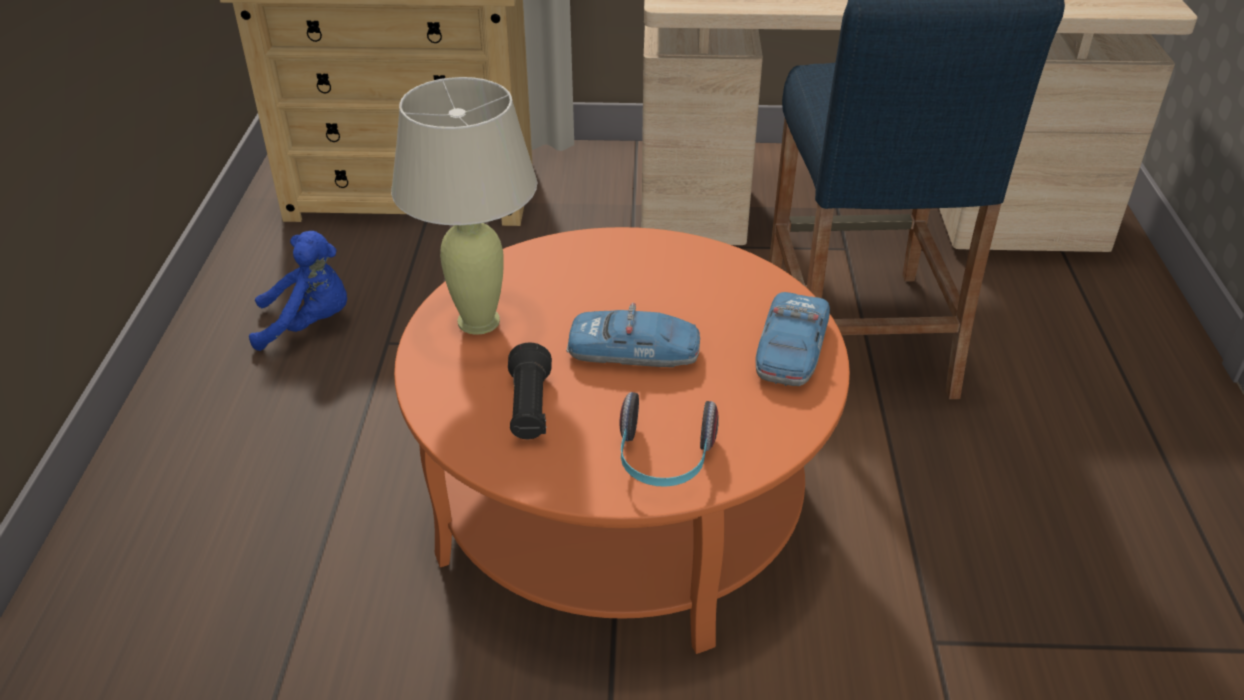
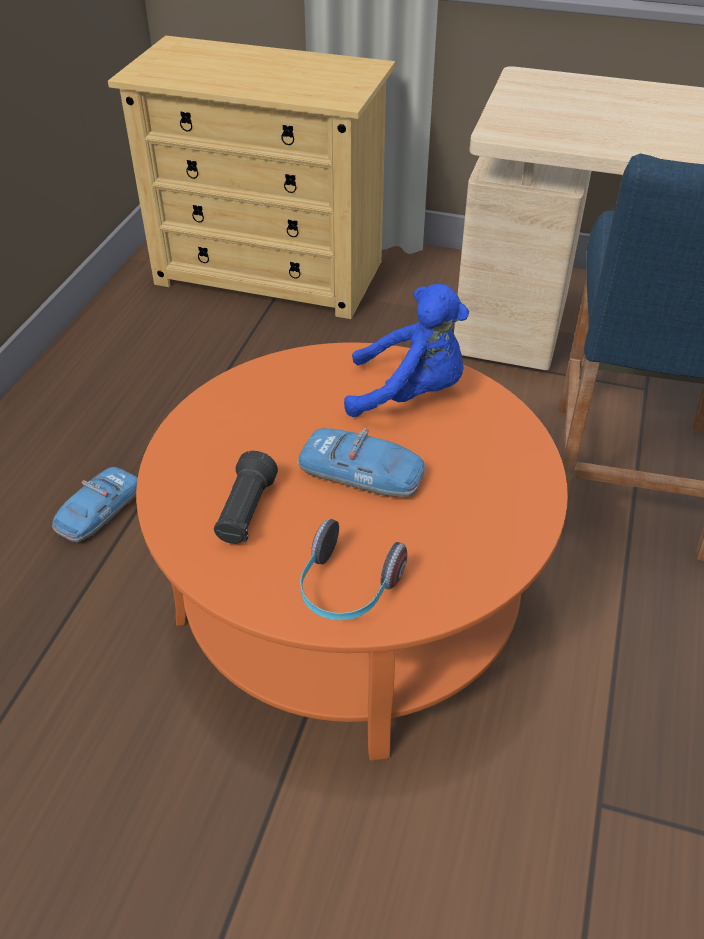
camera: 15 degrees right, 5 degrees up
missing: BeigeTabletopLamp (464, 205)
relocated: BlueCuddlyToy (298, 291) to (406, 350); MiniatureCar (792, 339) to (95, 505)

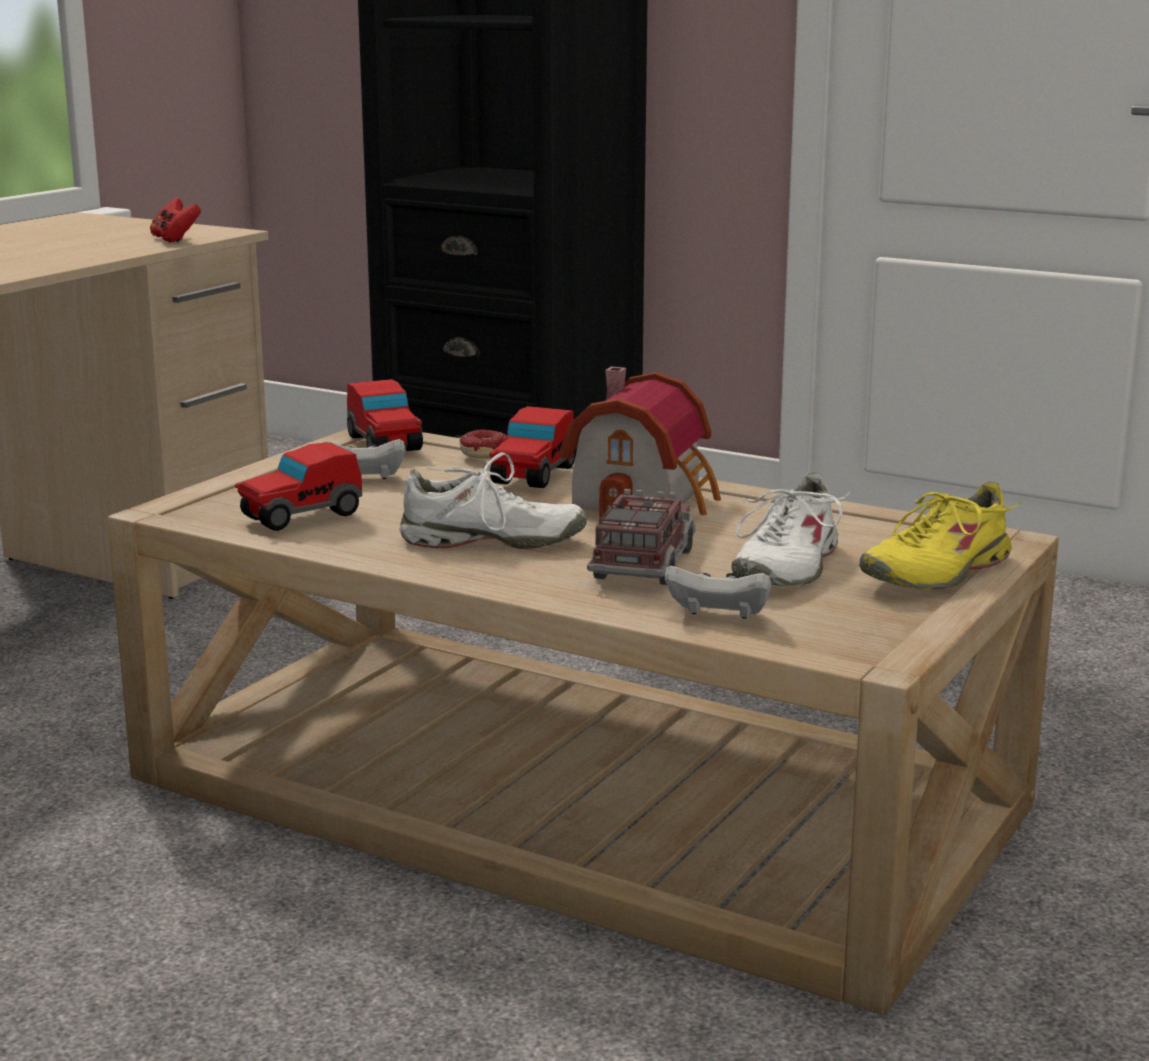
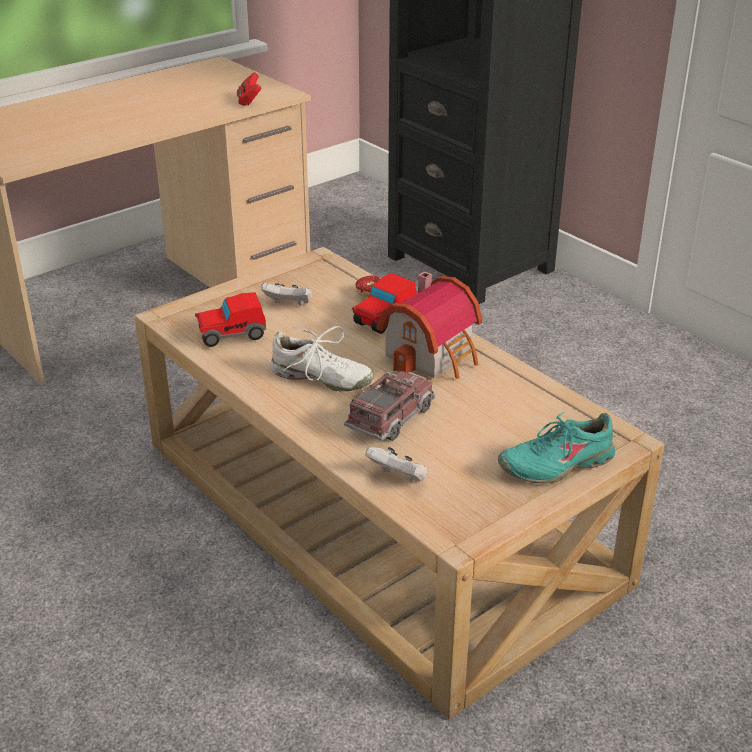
camera: 20 degrees right, 15 degrees up
missing: MiniatureCar (385, 415); WhitishItemOfFootwear (791, 529)
colour: YellowishItemOfFootwear (940, 535) to BlueGreenItemOfFootwear (556, 448)

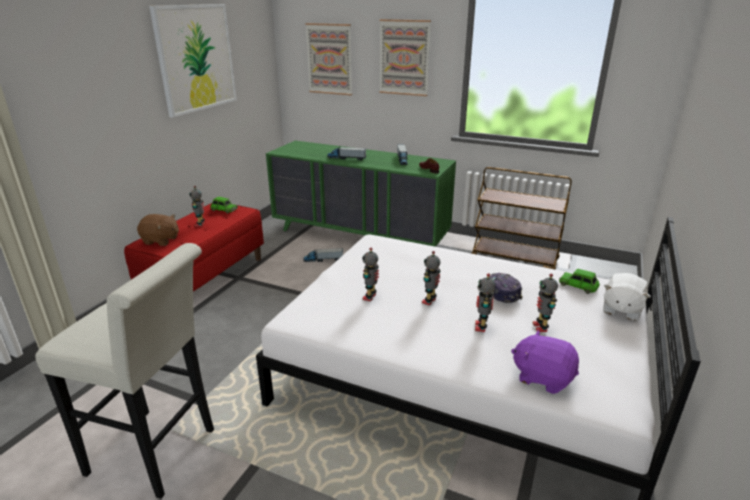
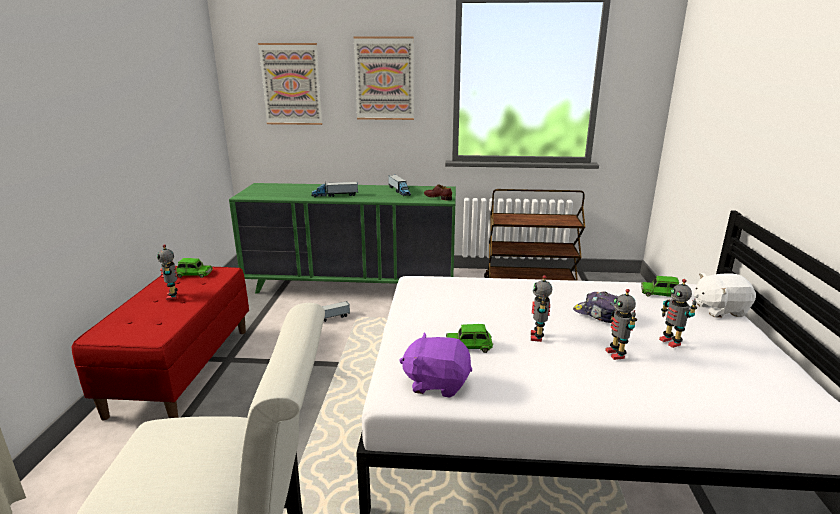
camera: 20 degrees left, 5 degrees down
missing: WallArt (193, 60); BrownishCuddlyToy (158, 230)
relocated: PurpleCuddlyToy (545, 362) to (435, 365)
exchanged: ToyRobot (370, 274) to GreenMiniatureCar (469, 338)
spun: WhitishCuddlyToy (627, 297) = (725, 295) 75 degrees clockwise

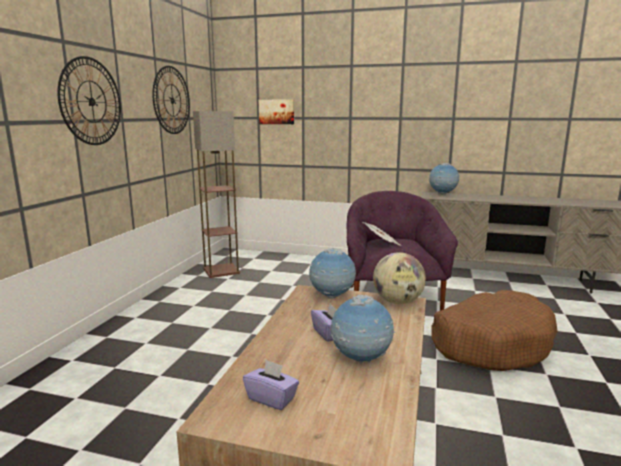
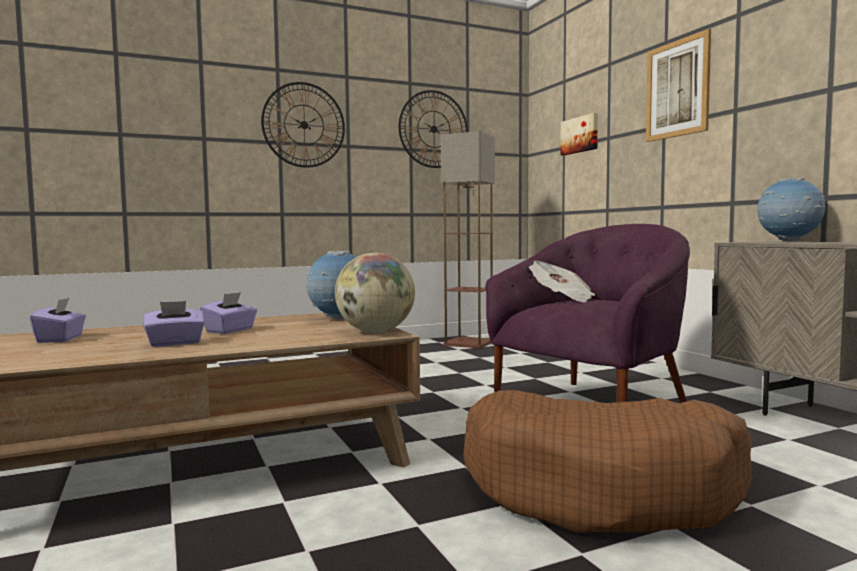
camera: 50 degrees right, 10 degrees down
appeared: WallArt (678, 85)
exchanged: WorldGlobe (363, 329) to PurpleBoxOfTissues (173, 324)

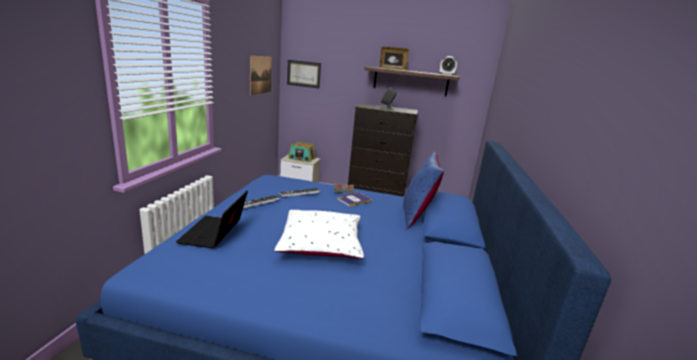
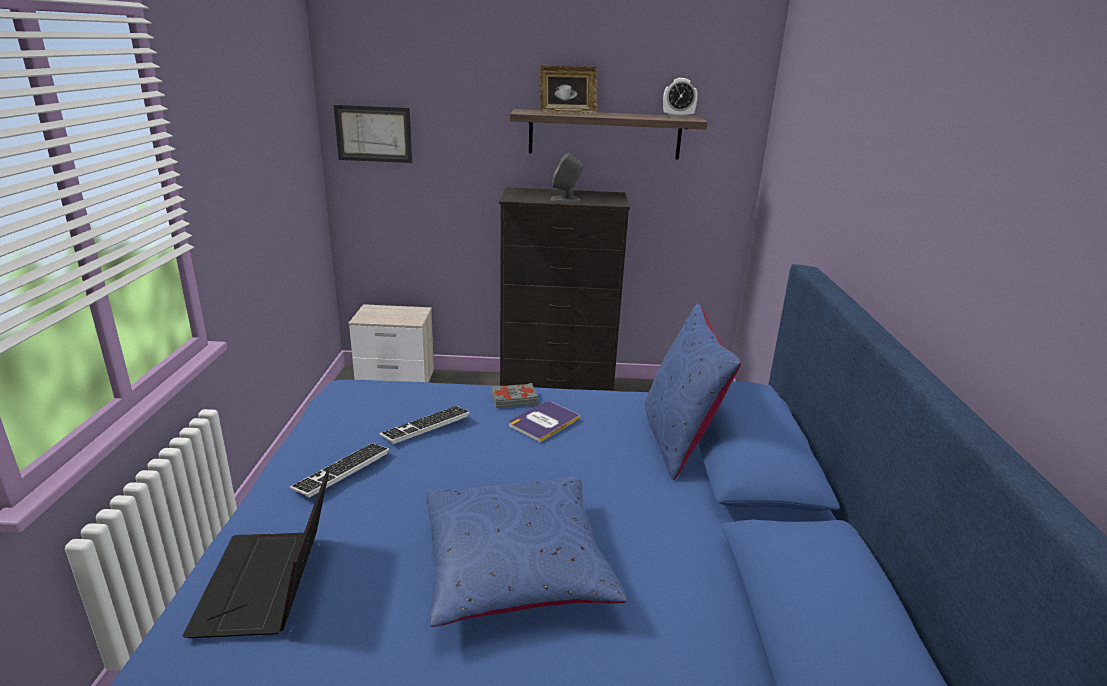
camera: 10 degrees left, 5 degrees up
missing: WallArt (260, 75); Radio (301, 152)
colour: WhitishThrowPillow (319, 234) to BlueThrowPillow (526, 552)

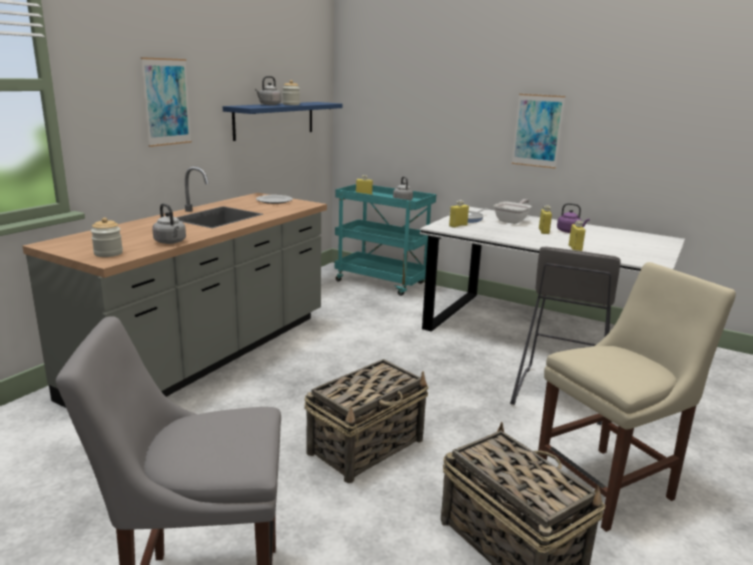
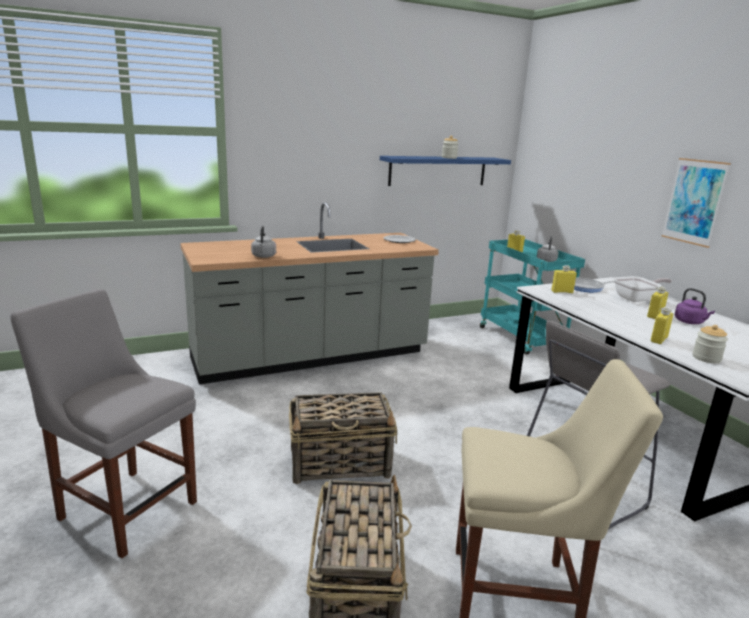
camera: 35 degrees right, 0 degrees up
missing: WallArt (166, 102); GreyishKettle (268, 90)
relocated: PreserveJar (107, 237) to (710, 344)

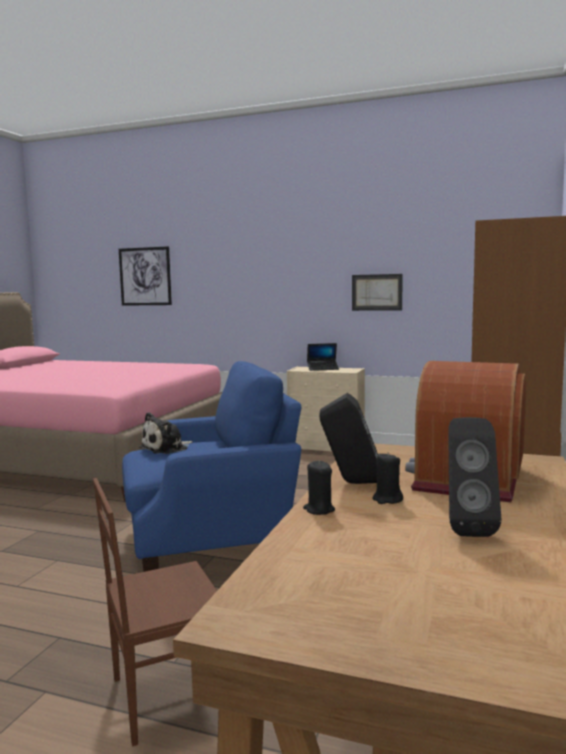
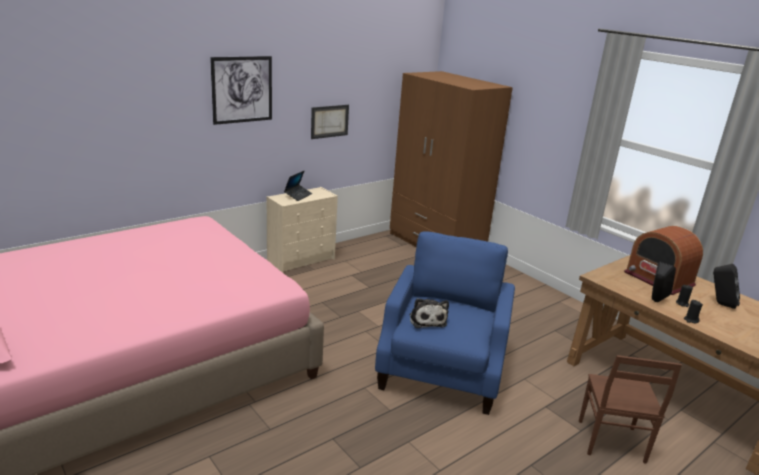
camera: 60 degrees left, 15 degrees up
relocated: WallArt (145, 276) to (241, 90)

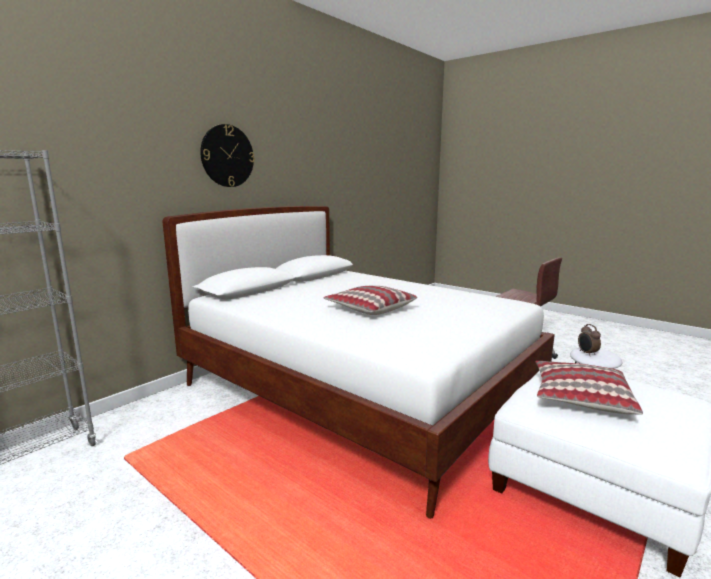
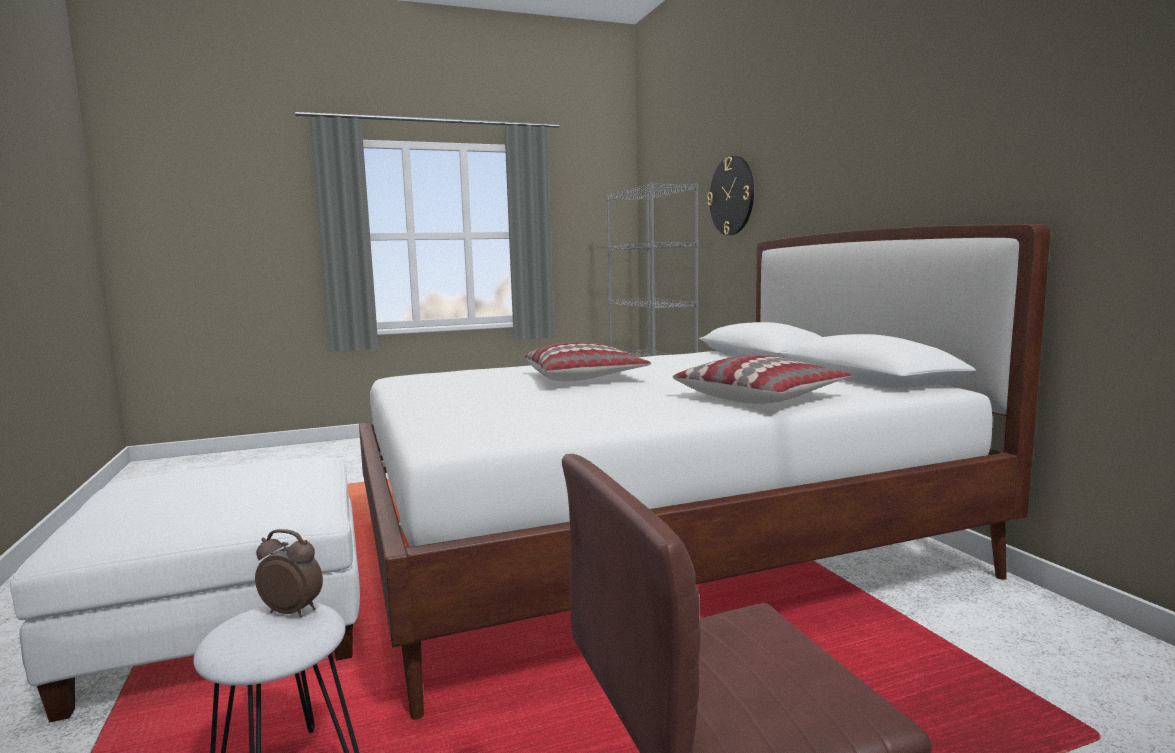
camera: 120 degrees right, 5 degrees down
relocated: WallClock (227, 155) to (730, 195); ThrowPillow (589, 388) to (762, 379)

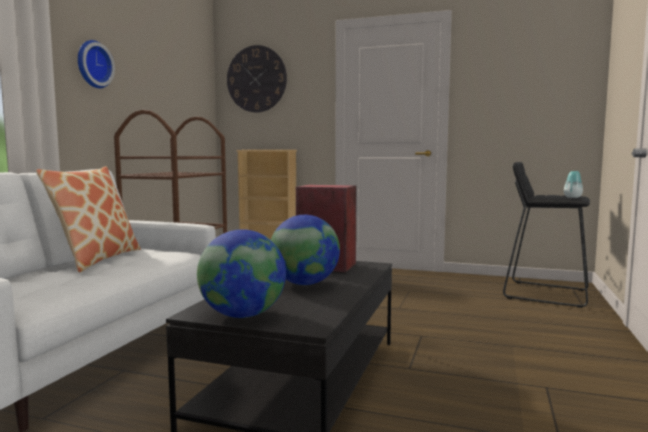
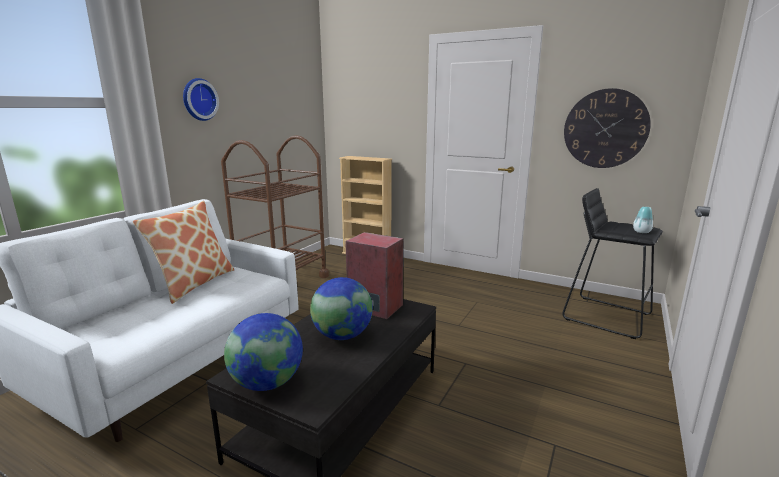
camera: 10 degrees right, 10 degrees up
relocated: WallClock (257, 78) to (607, 128)

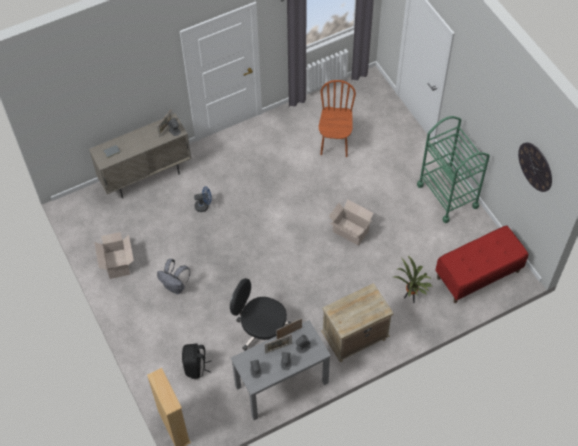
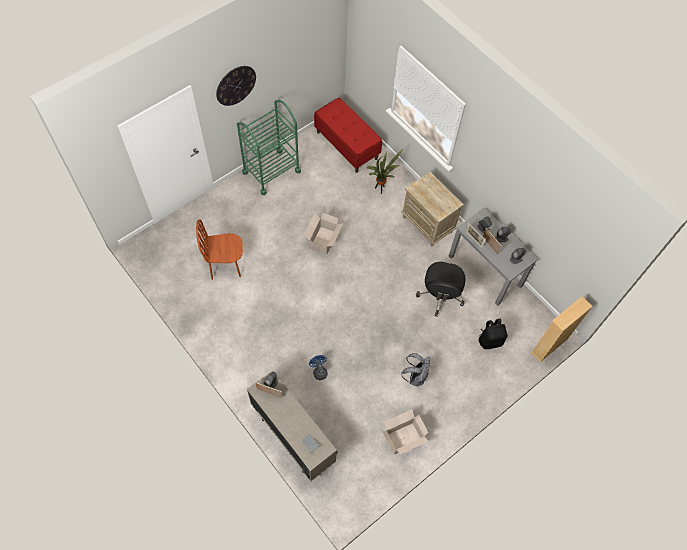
camera: 105 degrees left, 5 degrees up
relocated: WallClock (535, 167) to (236, 86)

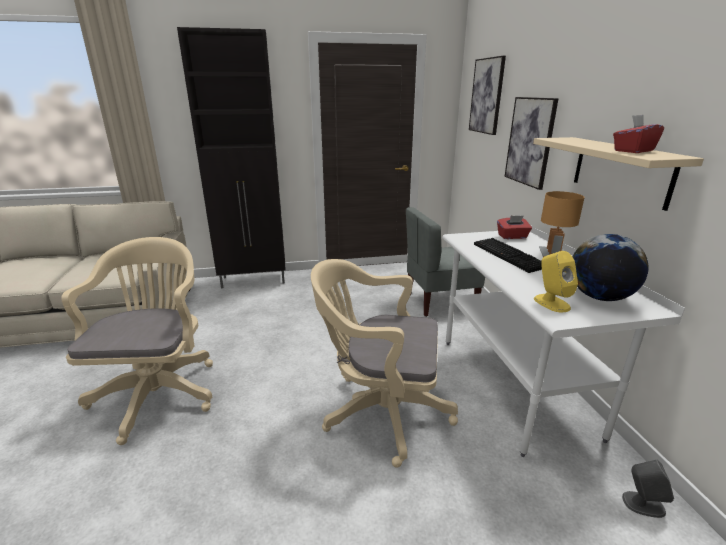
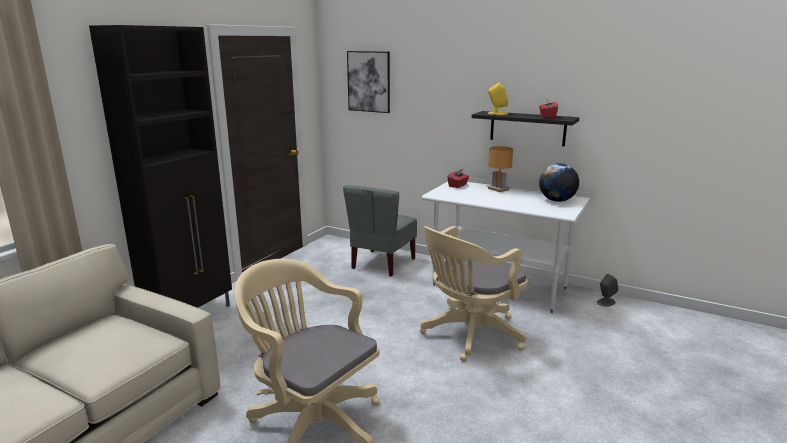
camera: 50 degrees left, 5 degrees down
missing: WallArt (531, 143); PcKeyboard (508, 255)
relocated: YellowishAudioSpeaker (556, 281) to (498, 99)
colour: BeigeWallShelf (618, 174) to BlackishWallShelf (525, 128)

